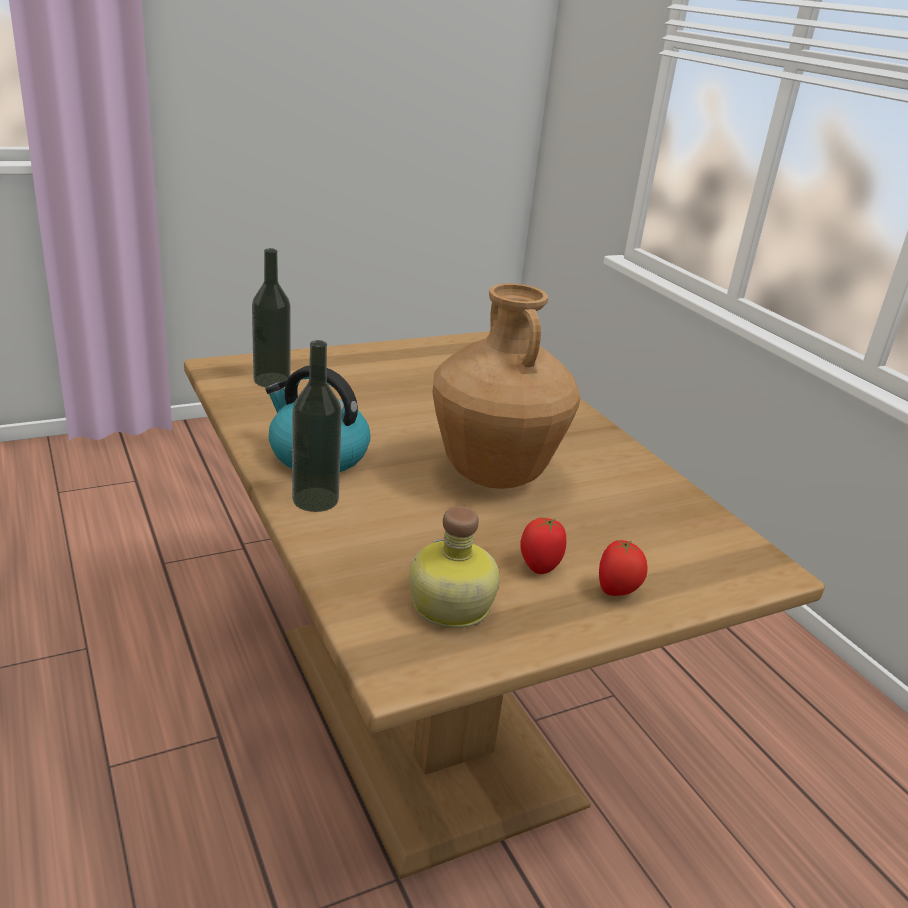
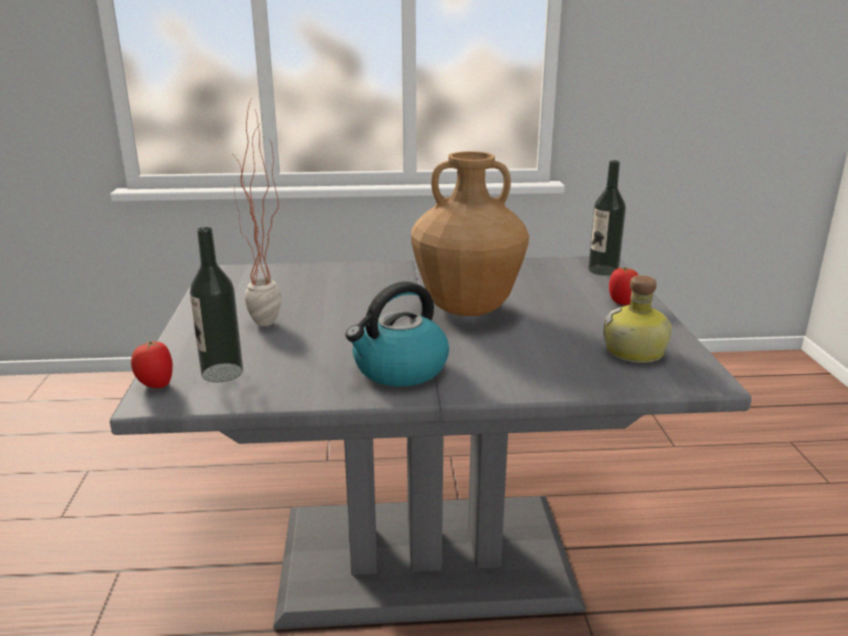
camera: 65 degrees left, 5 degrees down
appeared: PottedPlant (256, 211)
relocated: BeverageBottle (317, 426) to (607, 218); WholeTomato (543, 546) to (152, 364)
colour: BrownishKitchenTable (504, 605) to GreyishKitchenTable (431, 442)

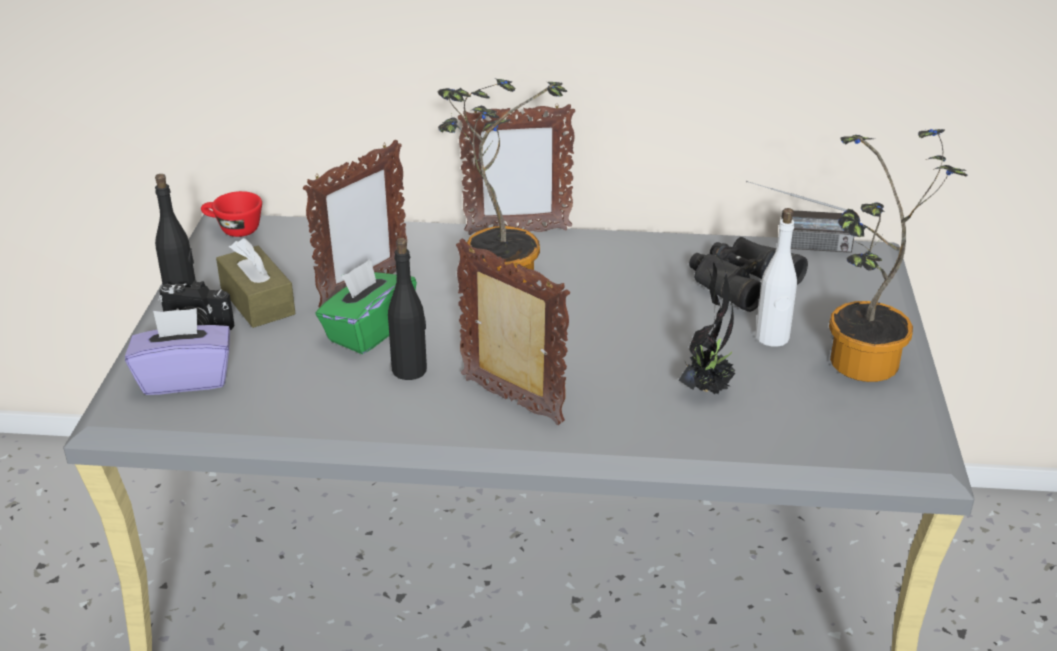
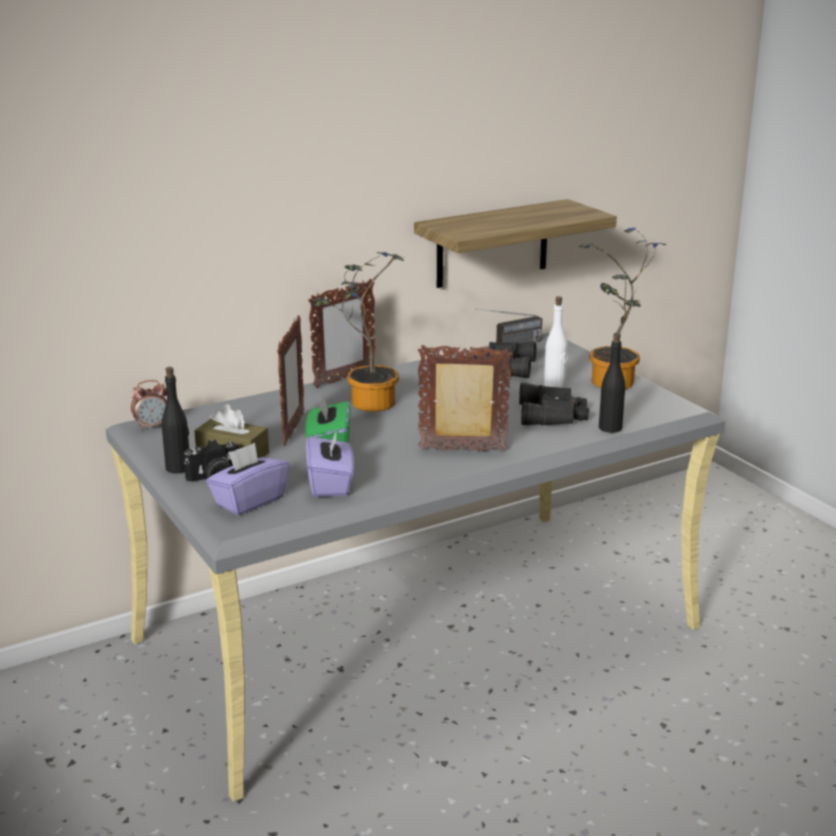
camera: 35 degrees left, 10 degrees down
appeared: WallShelf (515, 243); PurpleBoxOfTissues (330, 463)
relocated: BlackishBeverageBottle (407, 309) to (612, 383)
exchanged: RedCup (231, 214) to AlarmClock (149, 405); PottedPlant (707, 322) to BlackishPairOfBinoculars (554, 404)

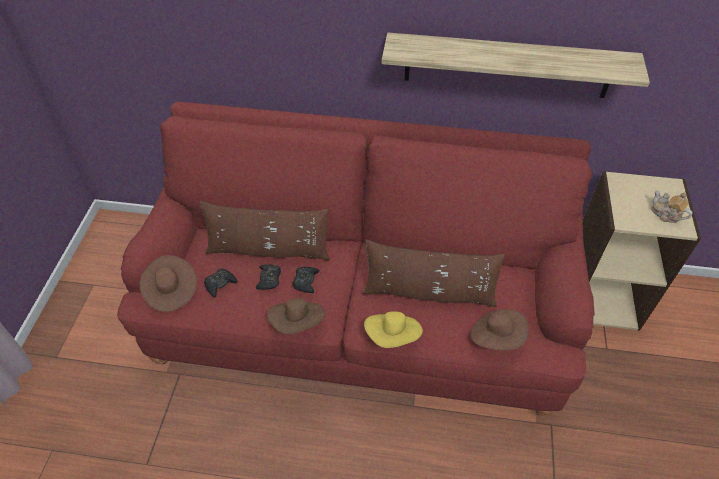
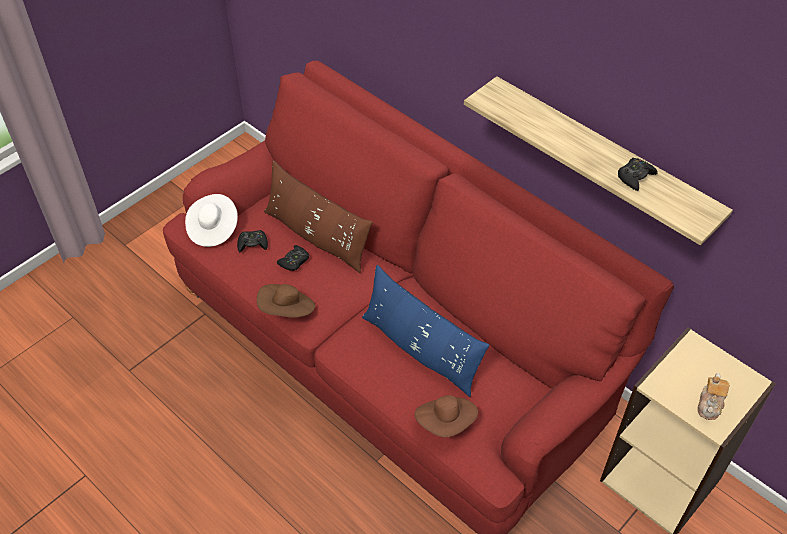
camera: 35 degrees right, 0 degrees up
missing: YellowishClothingHat (393, 329)
relocated: BlackishJoypad (306, 280) to (638, 174)
colour: BrownishThrowPillow (434, 273) to BlueThrowPillow (425, 331); BrownishClothingHat (168, 283) to WhitishClothingHat (211, 220)
spun: TeaPot (672, 206) = (713, 396) 150 degrees counterclockwise

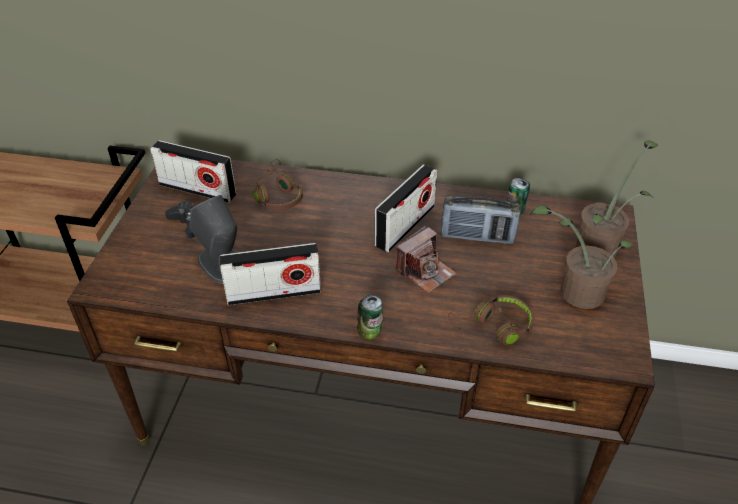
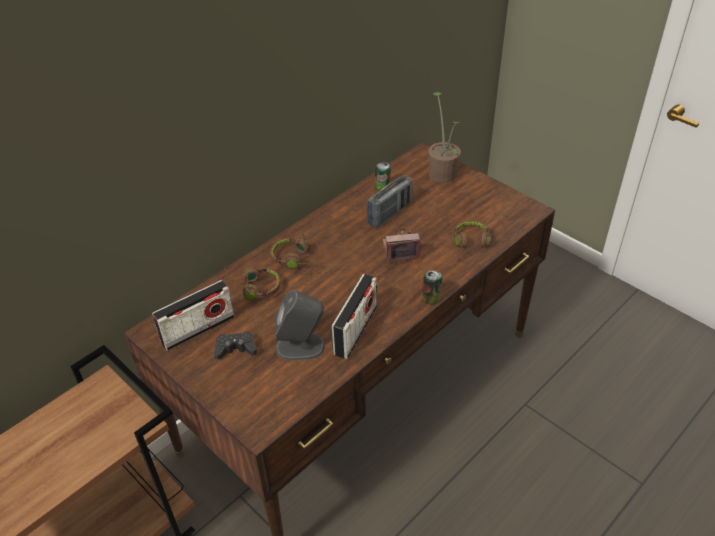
camera: 55 degrees left, 0 degrees up
missing: Radio (405, 208); PottedPlant (582, 257)
appeared: BrownishPairOfHeadphones (294, 254)
spun: PhotoCamera (425, 259) = (402, 245) 90 degrees counterclockwise

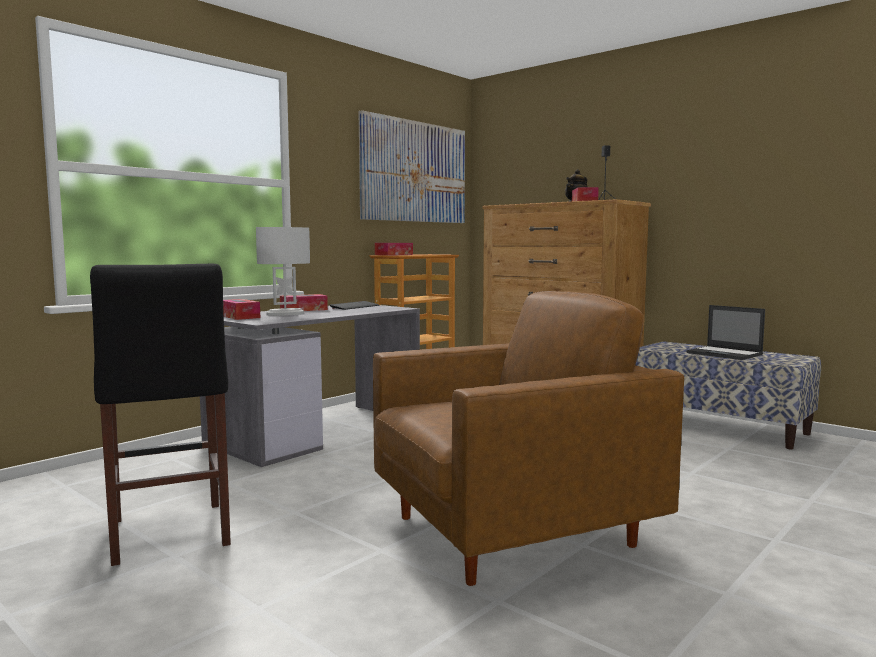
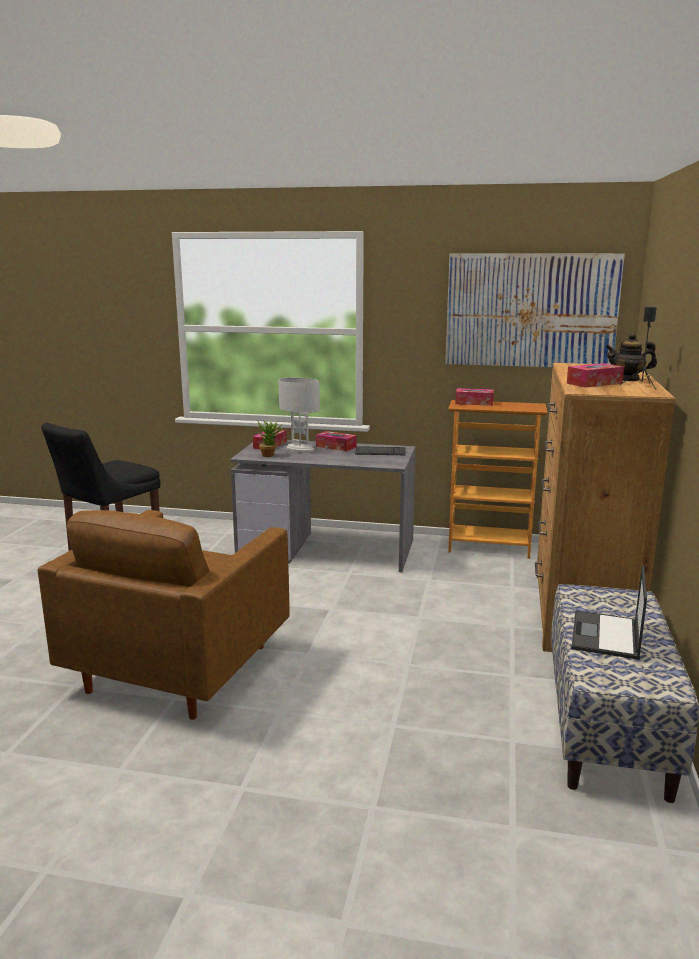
camera: 60 degrees right, 10 degrees up
appeared: PottedPlant (270, 439)
spun: BrownishArmchair (528, 438) = (163, 615) 75 degrees clockwise

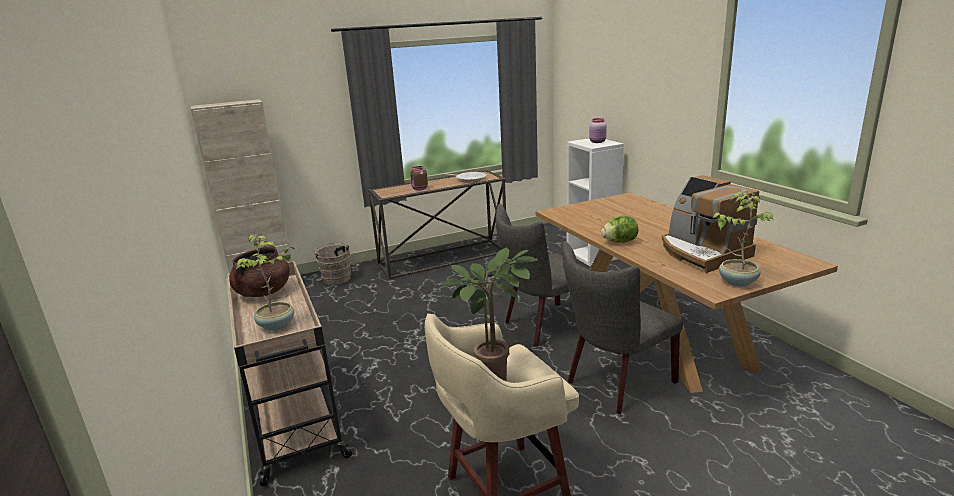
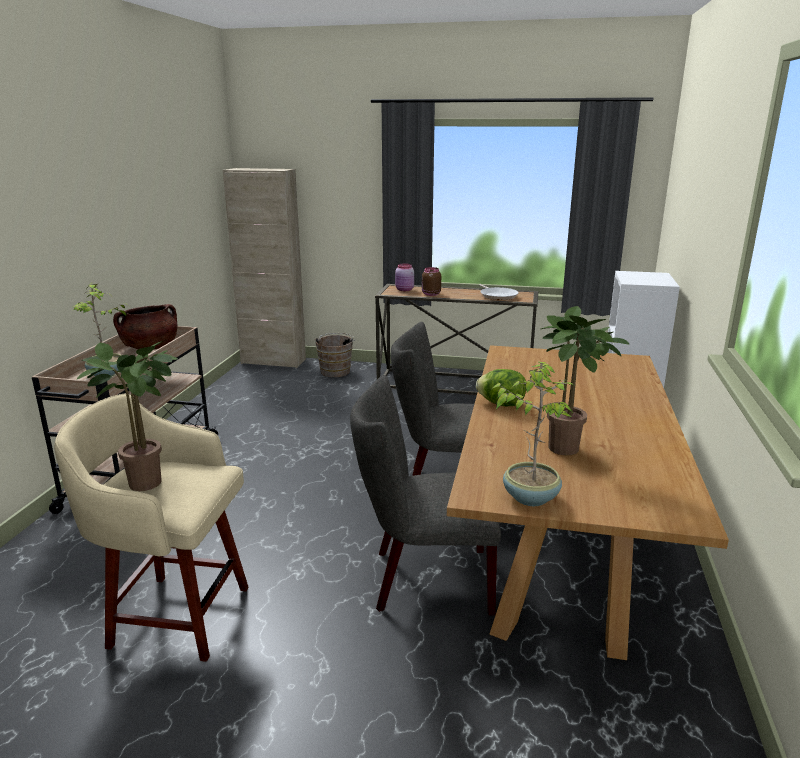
camera: 35 degrees right, 0 degrees up
relocated: PinkPreserveJar (598, 130) to (404, 277)
exchanged: CoffeeMachine (710, 224) to PottedPlant (585, 380)

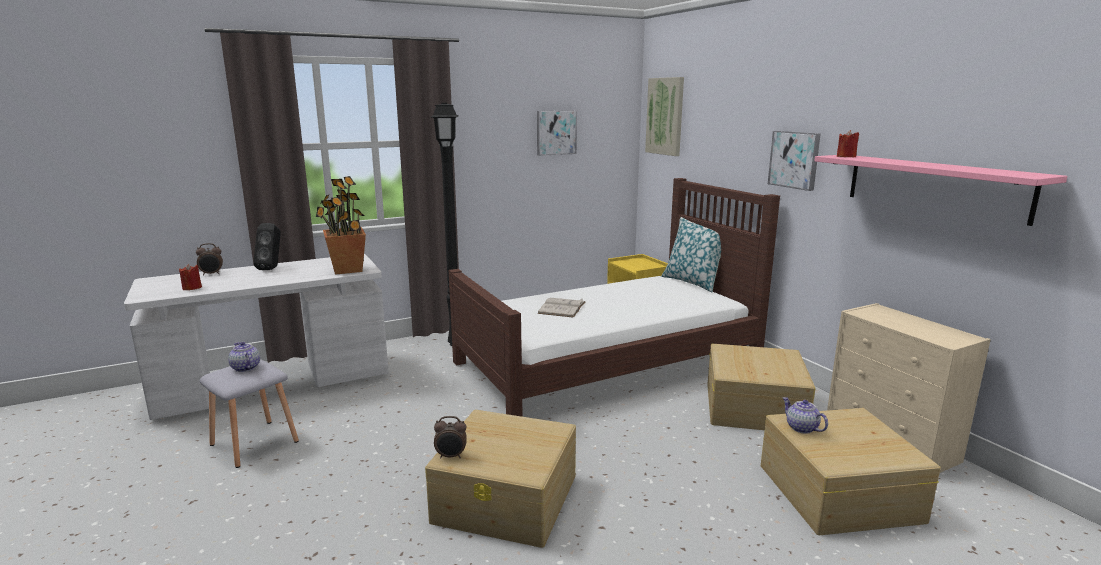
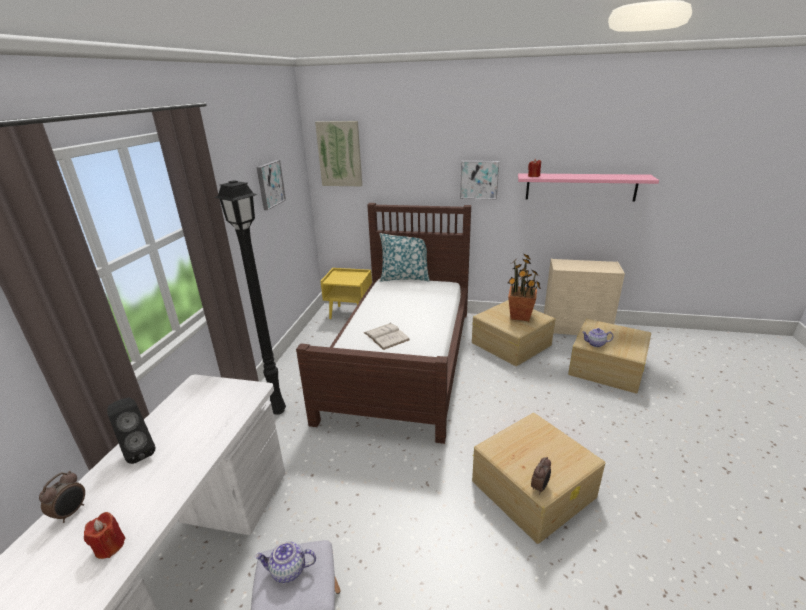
camera: 50 degrees left, 10 degrees up
relocated: PottedPlant (341, 225) to (524, 287)

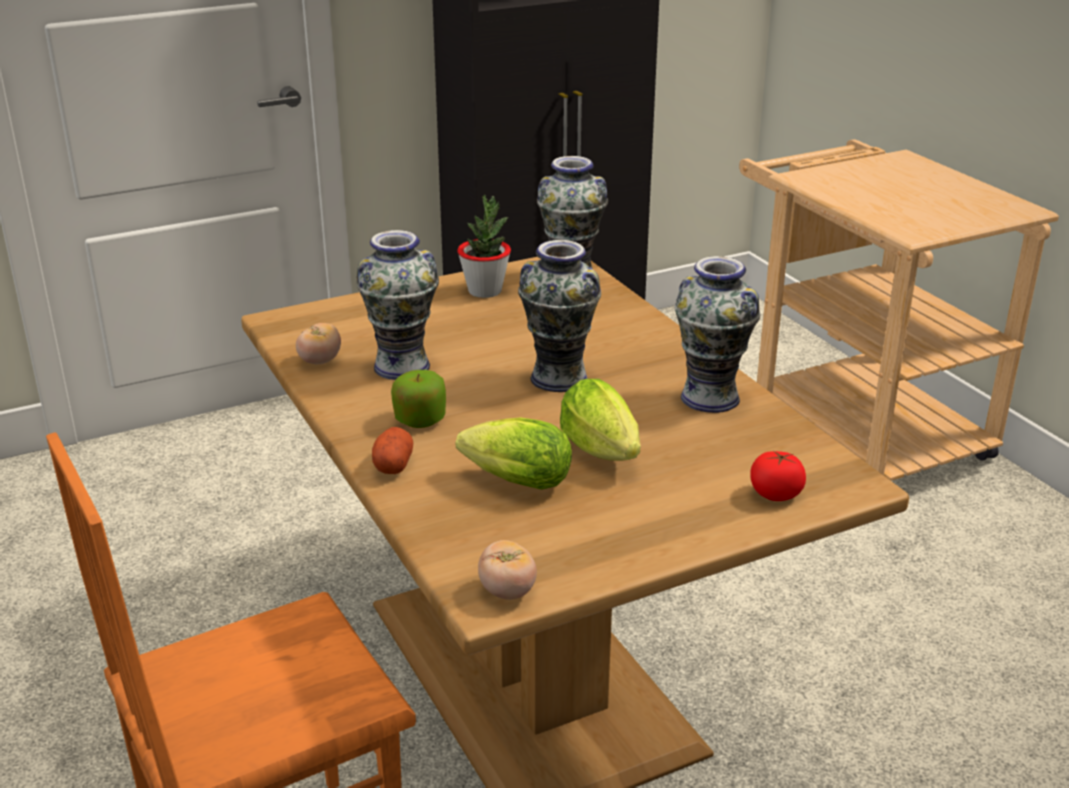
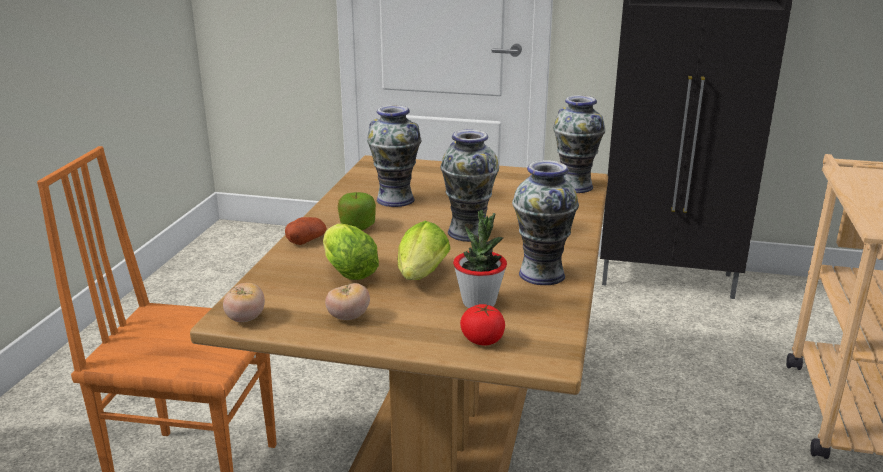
camera: 40 degrees right, 5 degrees down
relocated: PottedPlant (484, 246) to (480, 258); WholeTomato (318, 343) to (347, 301)

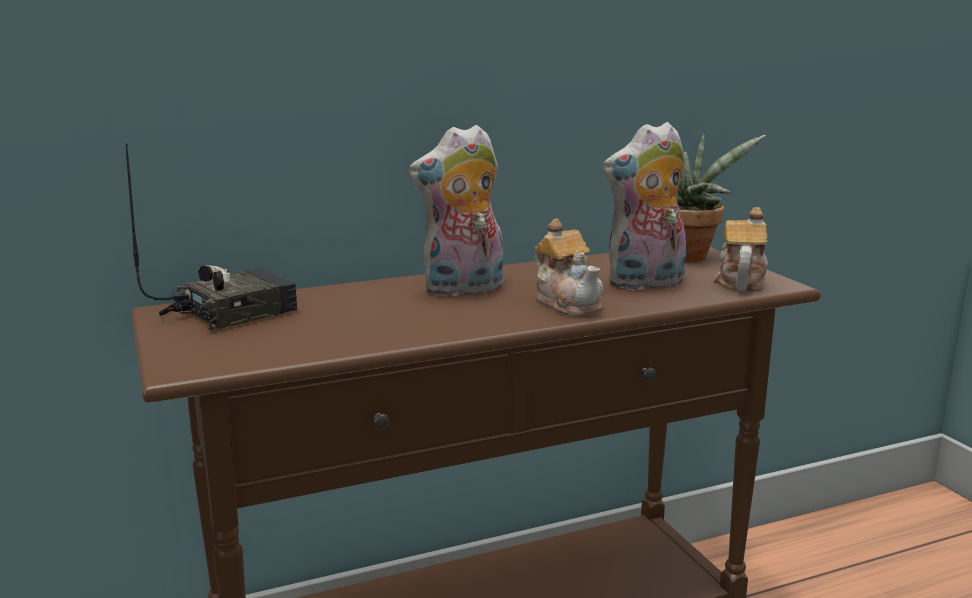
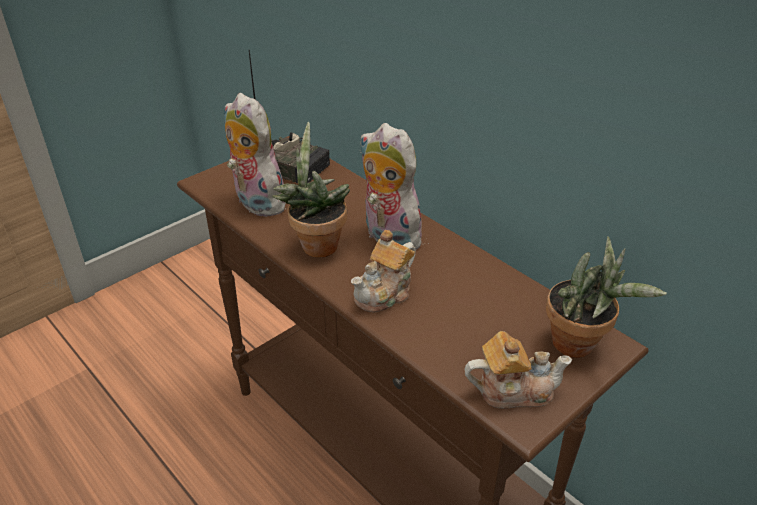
camera: 70 degrees right, 20 degrees up
appeared: PottedPlant (311, 190)
relocated: CuddlyToy (644, 206) to (255, 155)

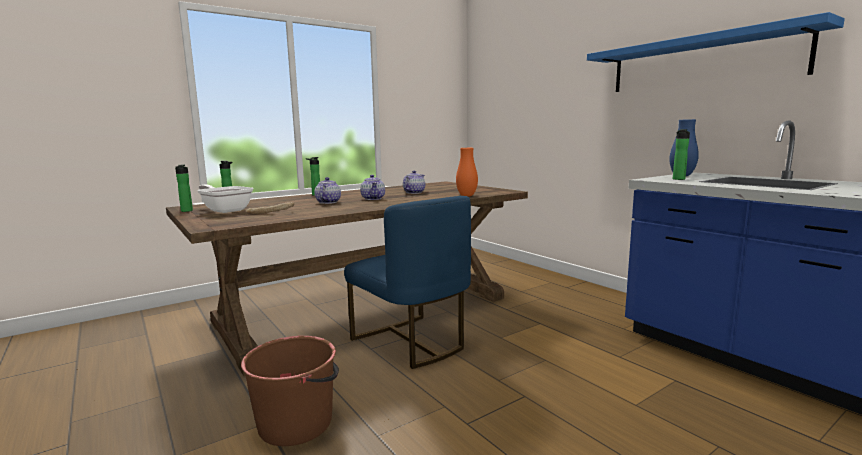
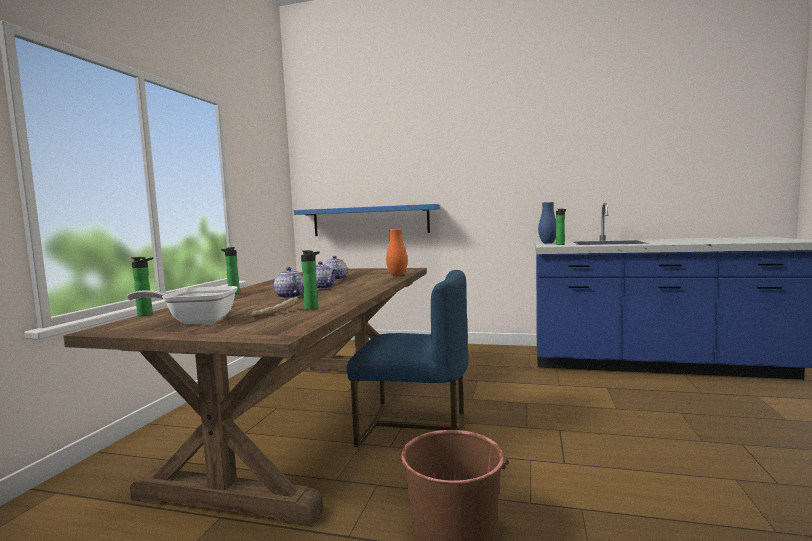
camera: 40 degrees left, 5 degrees down
relocated: BlueWallShelf (716, 52) to (367, 220); BeverageBottle (184, 188) to (310, 280)

